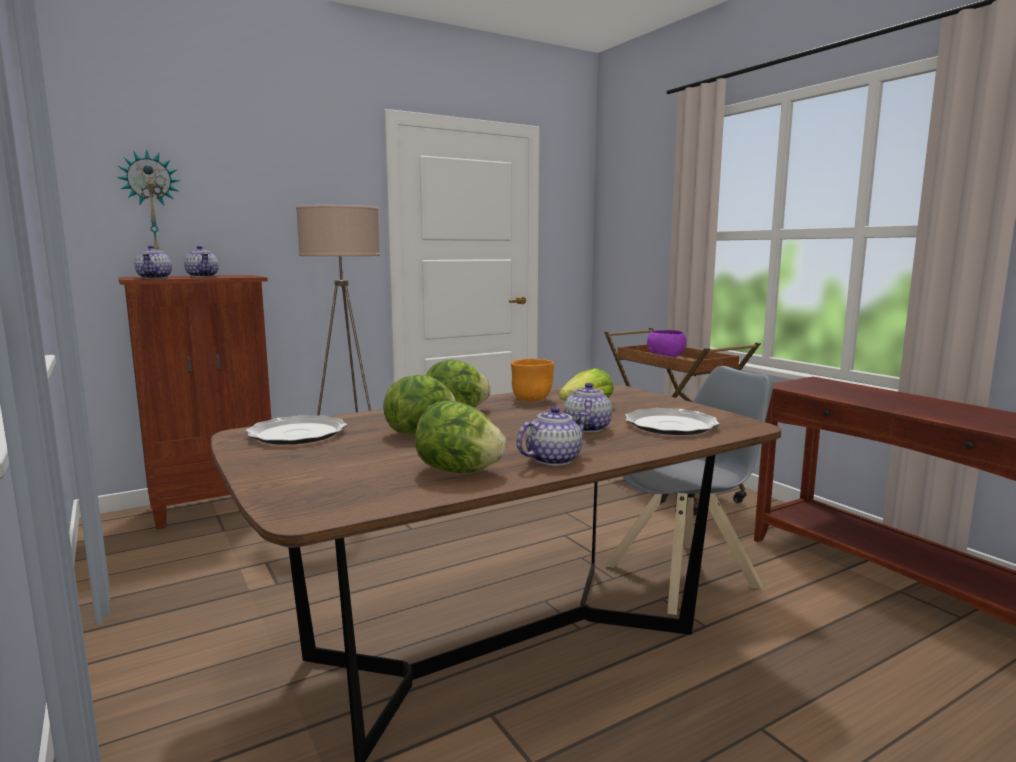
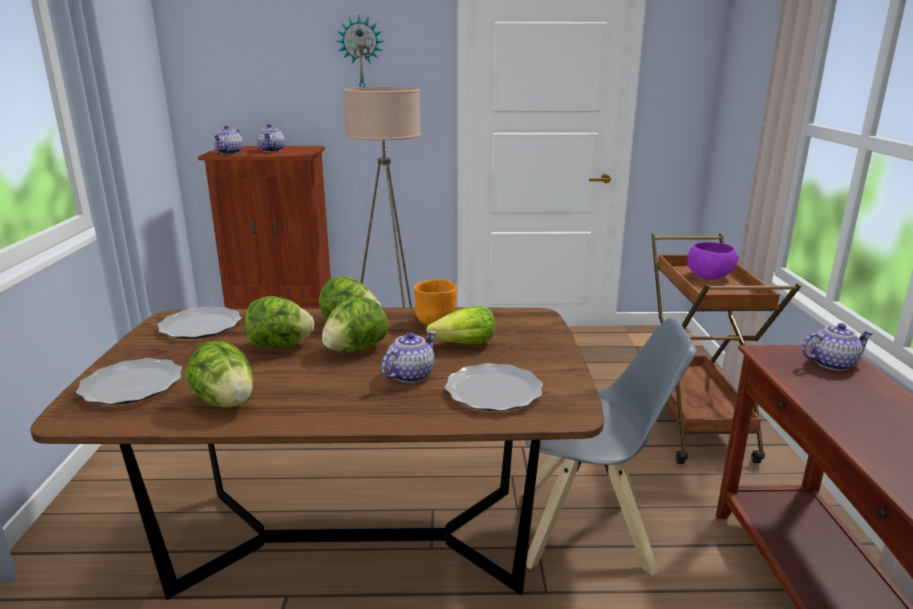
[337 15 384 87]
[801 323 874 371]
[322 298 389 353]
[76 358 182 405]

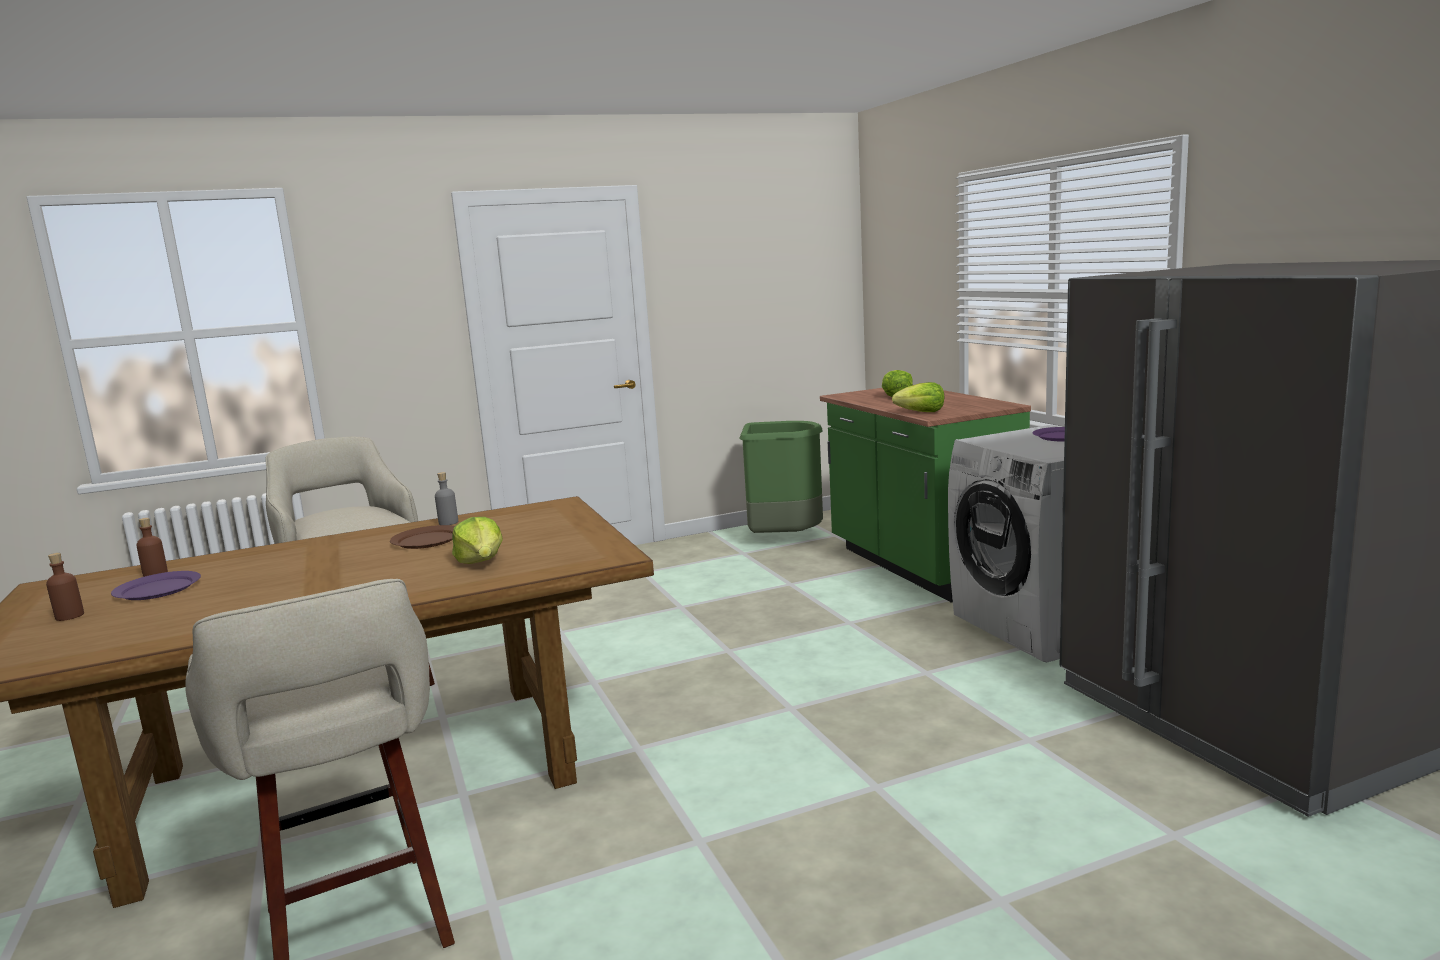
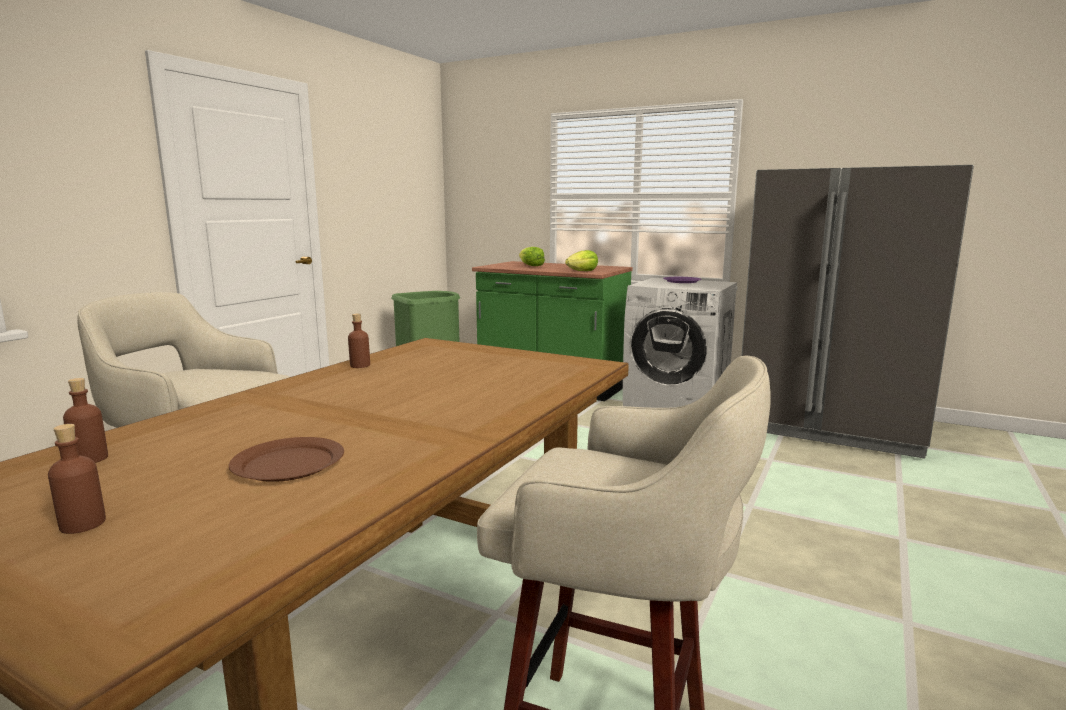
[348 314 370 368]
[452 517 503 564] (first image)
[229 437 344 482]
[111 571 201 600] (first image)

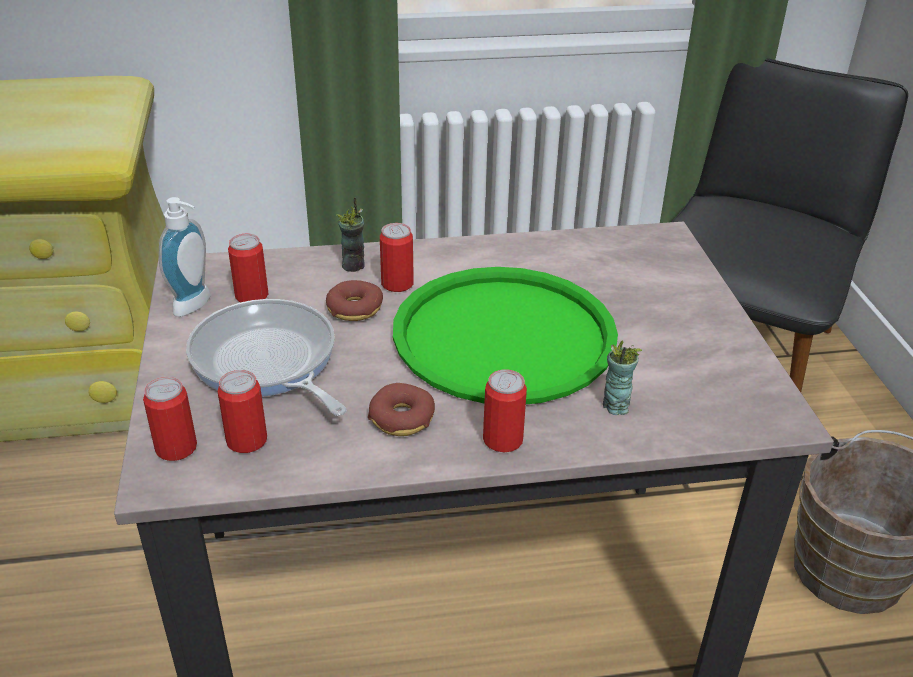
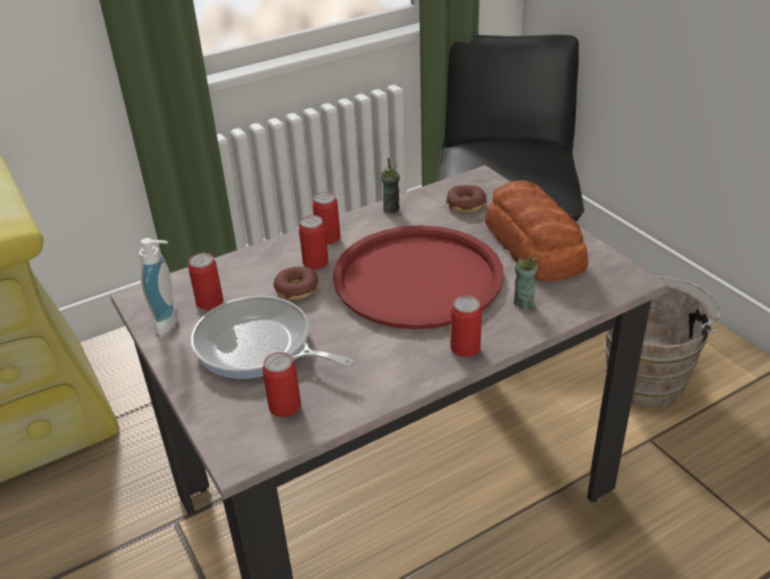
[380 158 400 214]
[333 225 504 329]
[313 192 341 244]
[446 185 487 213]
[485 180 588 282]

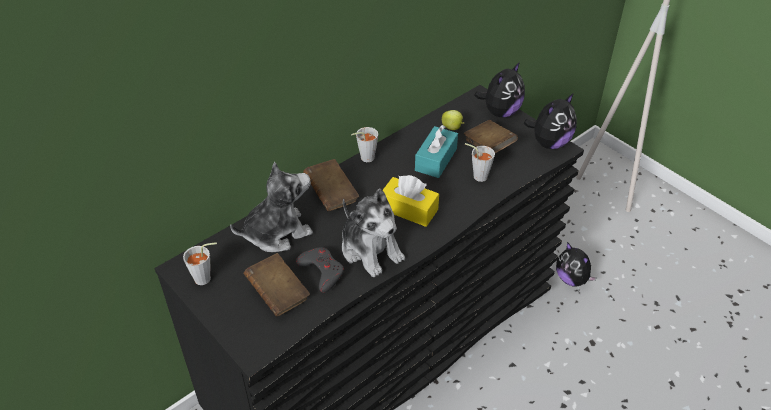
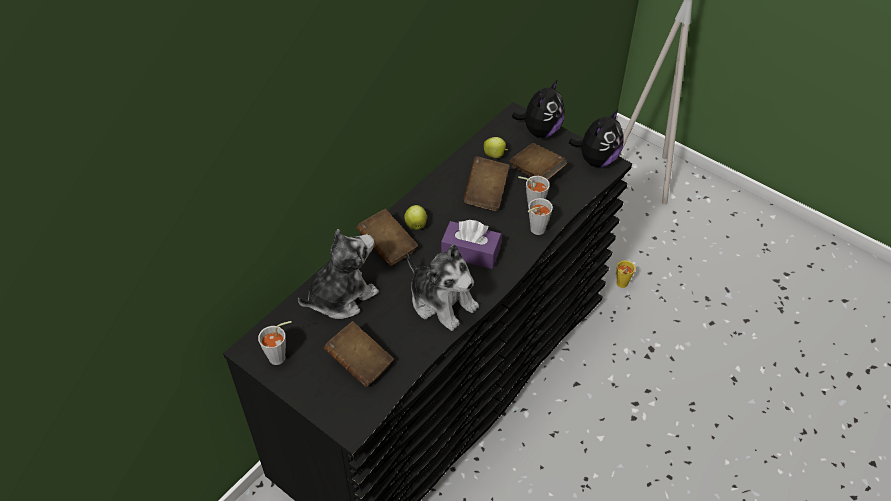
[463 157 510 211]
[528 198 553 235]
[441 220 501 269]
[616 260 635 288]
[296 247 344 293] (first image)
[404 205 427 230]

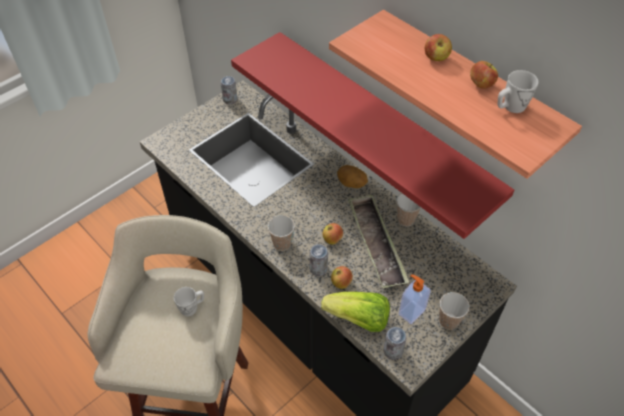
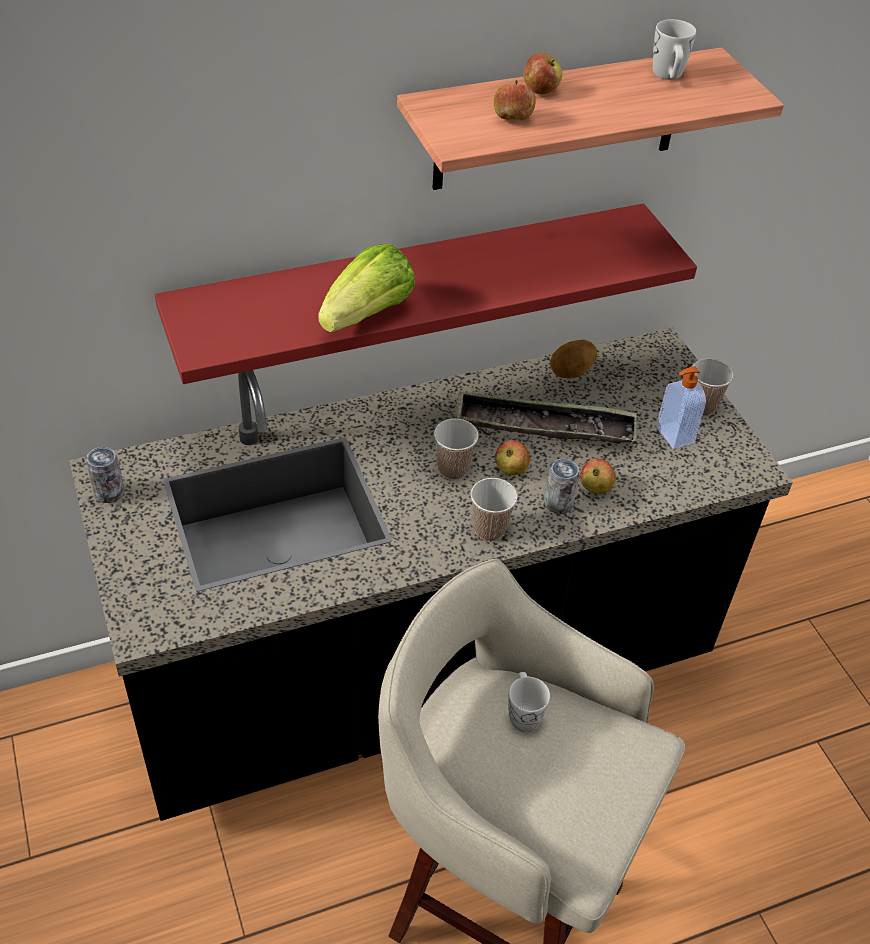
[494 80 536 120]
[550 340 597 378]
[434 419 479 480]
[318 244 415 332]
[383 327 406 360] (first image)

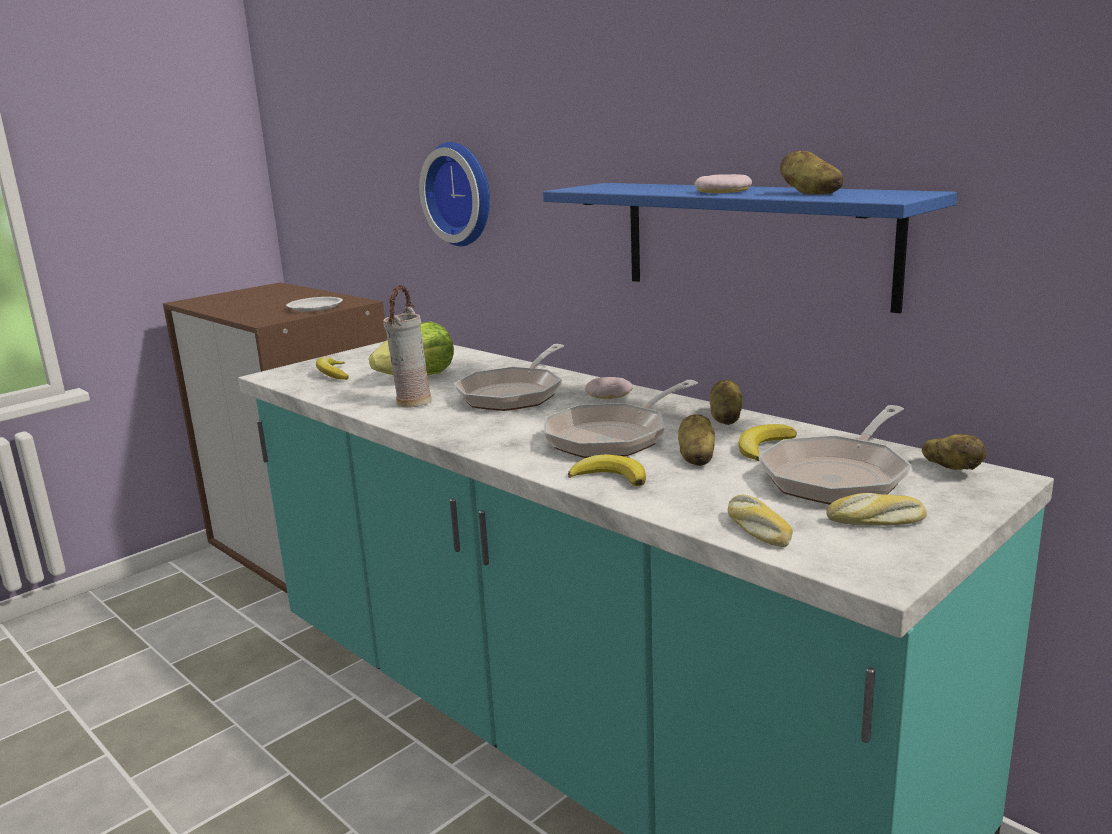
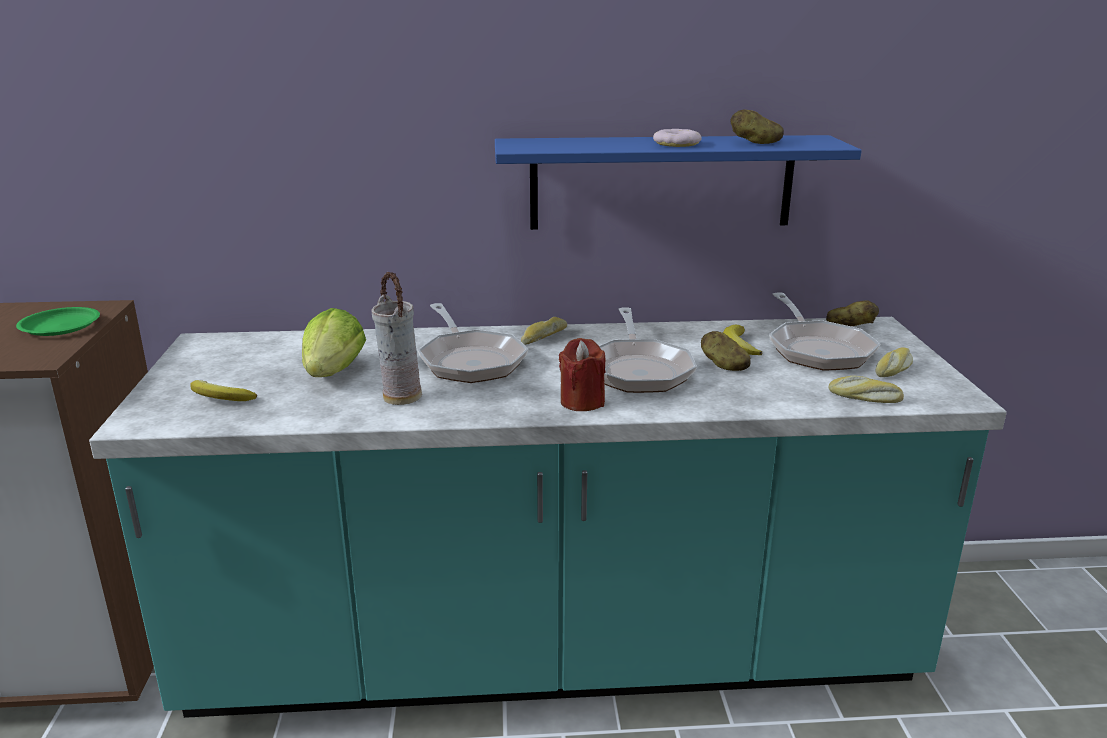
[419 142 490 246] (first image)
[16 307 100 336]
[521 317 567 345]
[710 380 742 425] (first image)
[568 454 646 486] (first image)
[559 338 606 411]

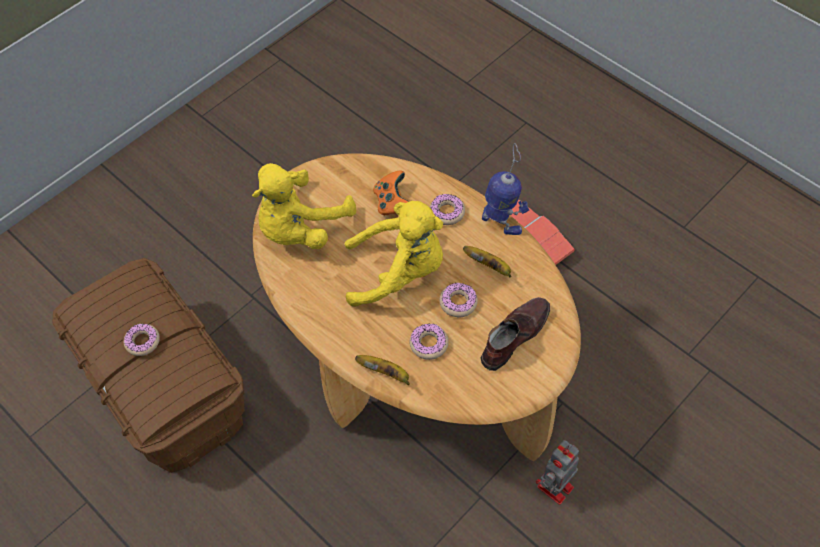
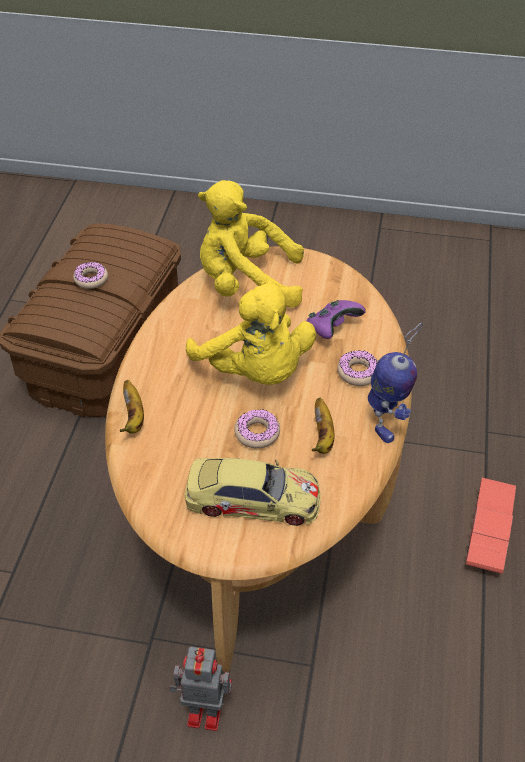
[306 300 366 339]
[185 458 321 526]
[410 324 449 360] (first image)

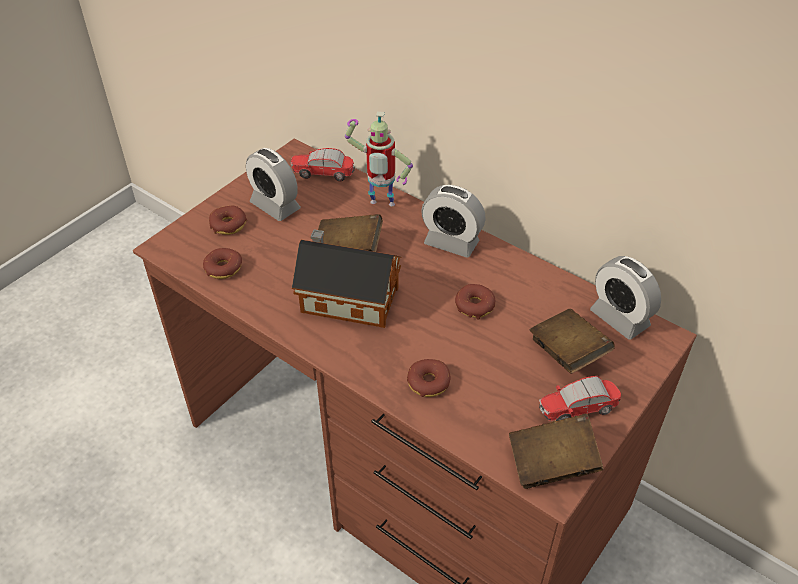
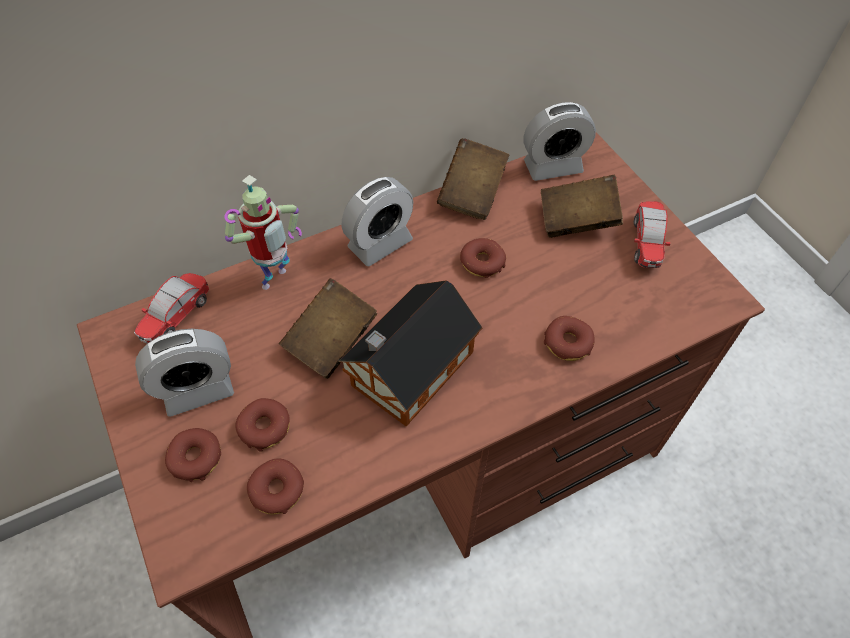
[437 138 509 220]
[235 398 290 452]

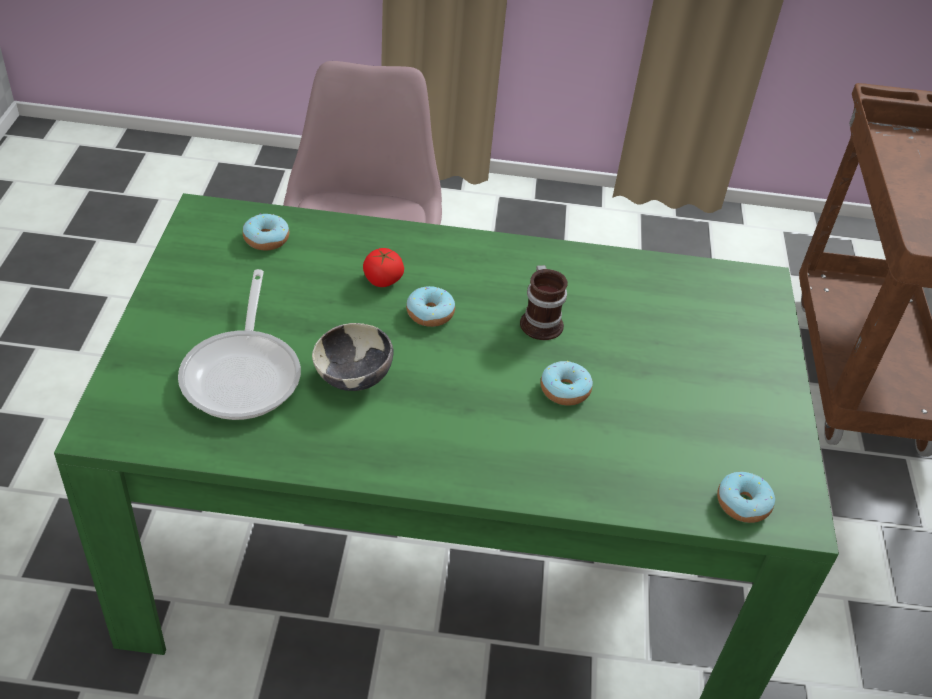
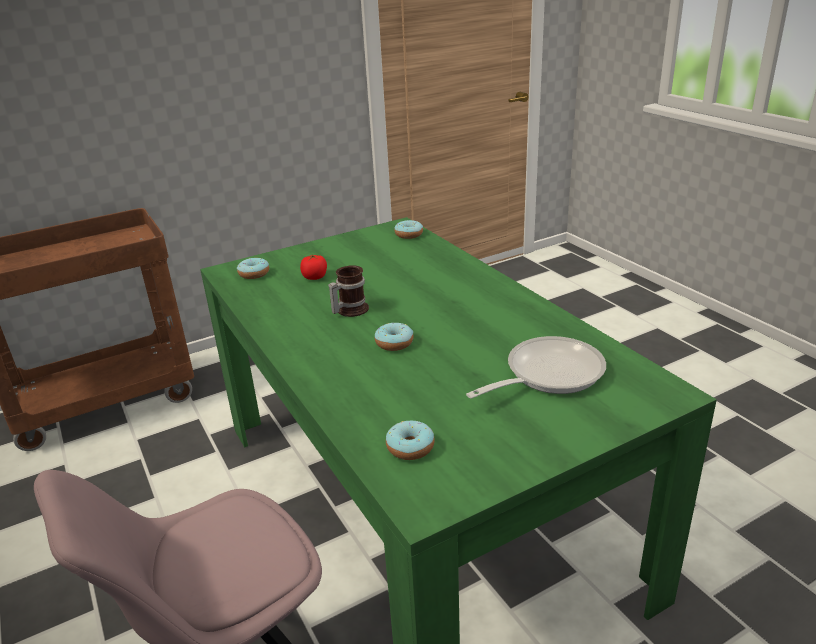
[300 254 327 280]
[312 323 393 391] (first image)
[237 258 269 279]

